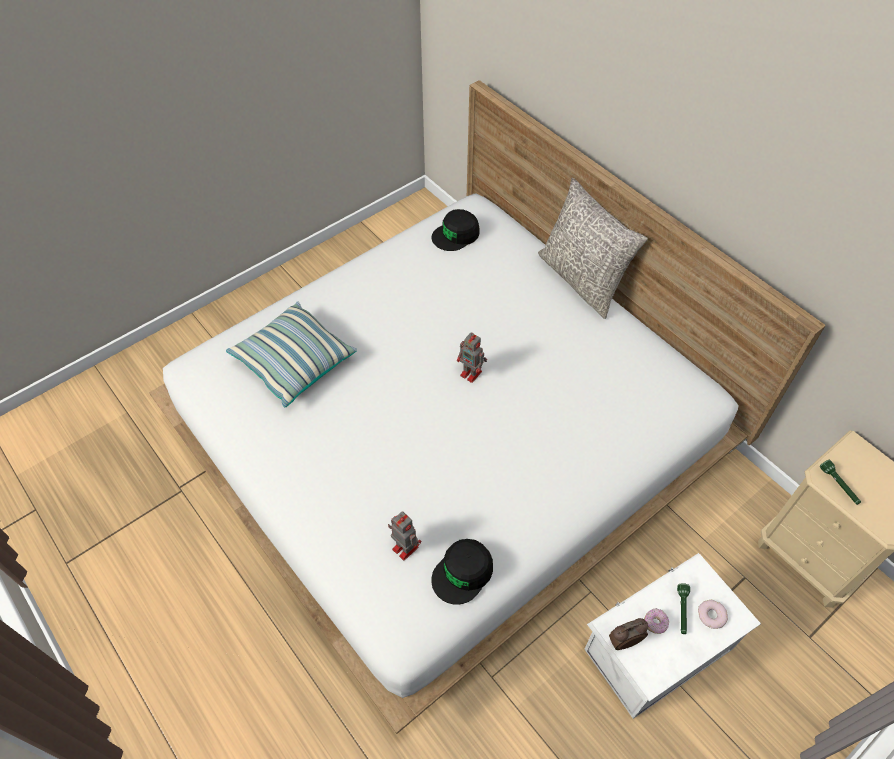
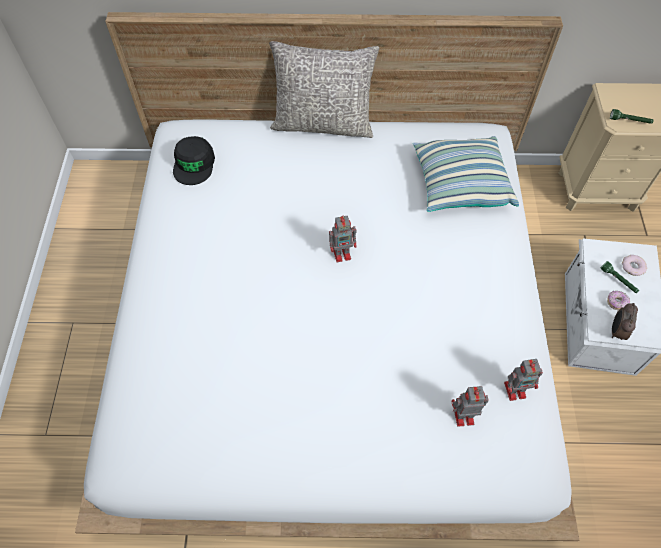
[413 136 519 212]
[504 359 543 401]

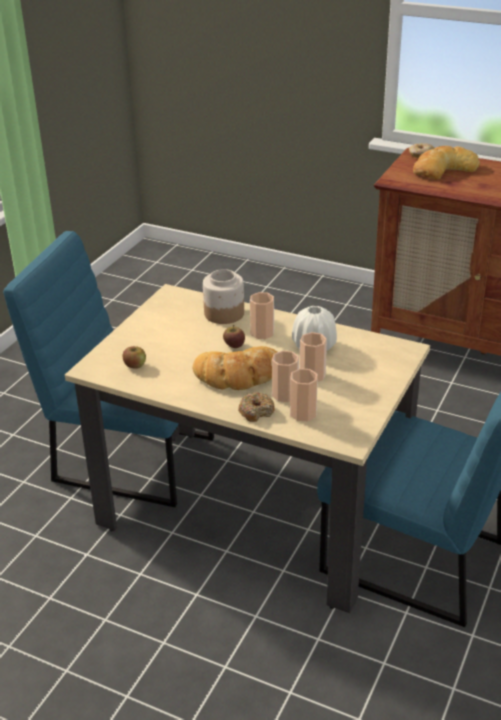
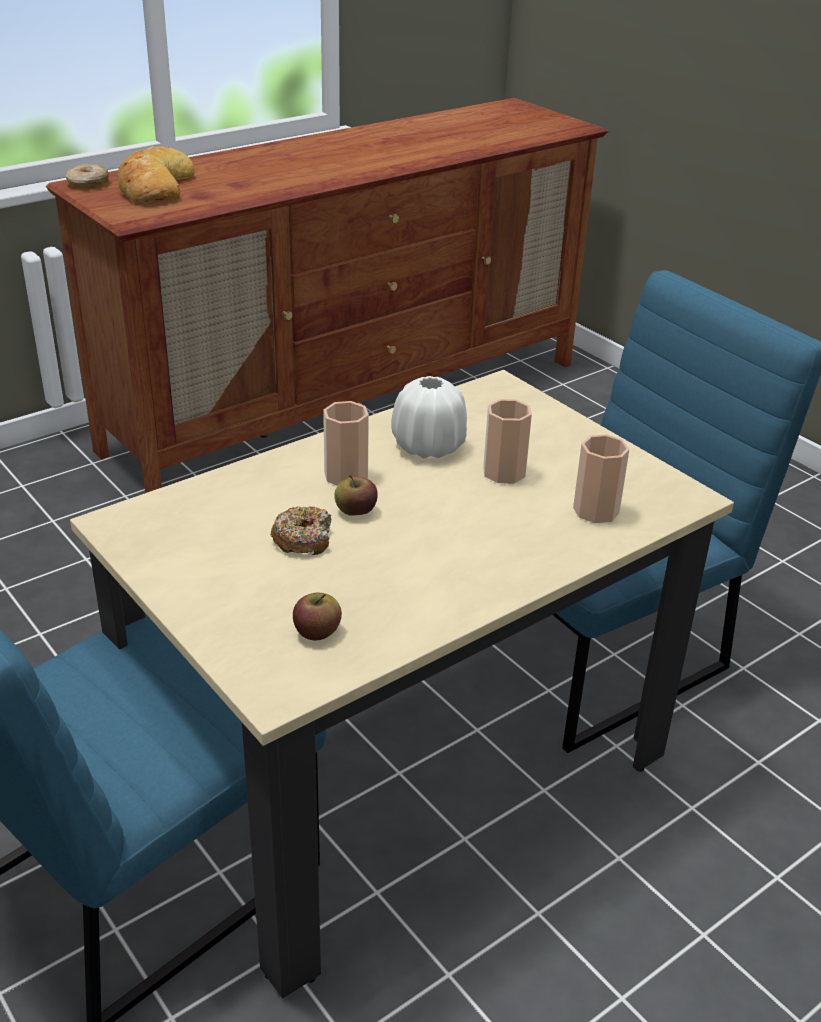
[203 269 244 324] (first image)
[192 346 277 390] (first image)
[272 351 299 402] (first image)
[271 506 332 555]

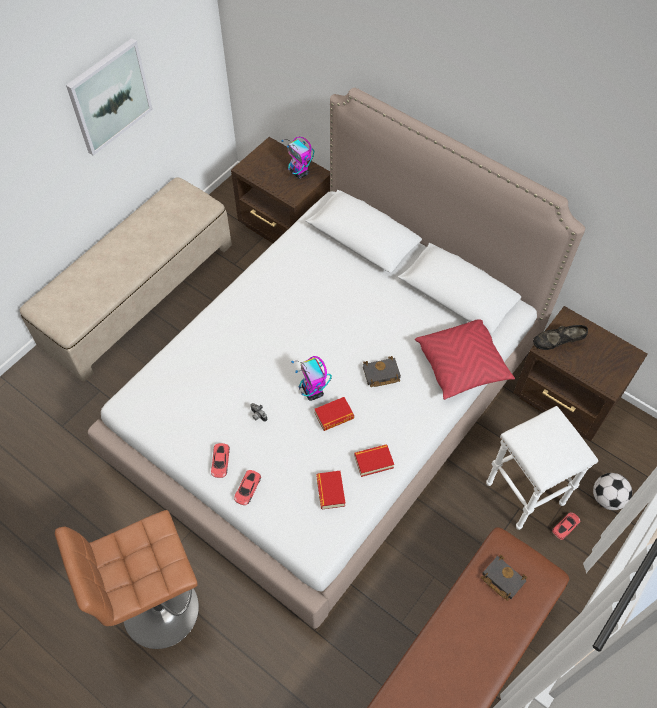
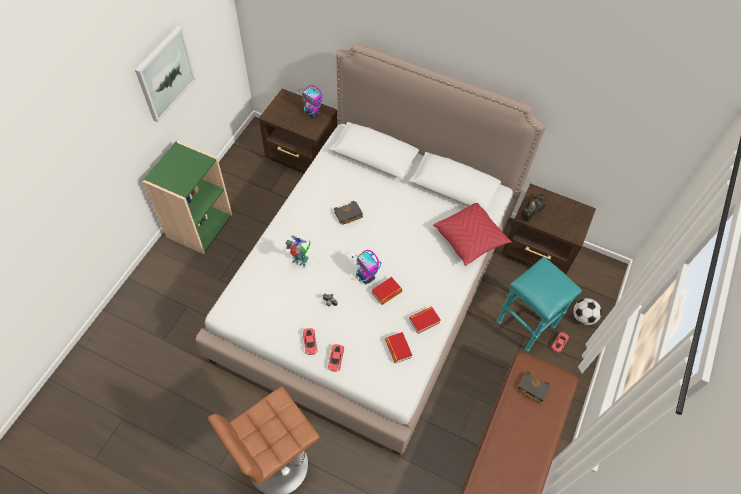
[142 140 232 254]
[522 194 546 222]
[334 201 363 225]
[497 257 582 352]
[286 236 310 267]

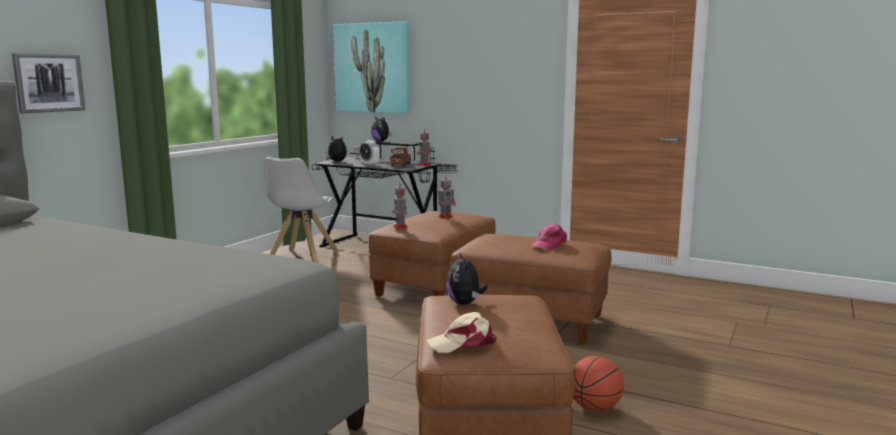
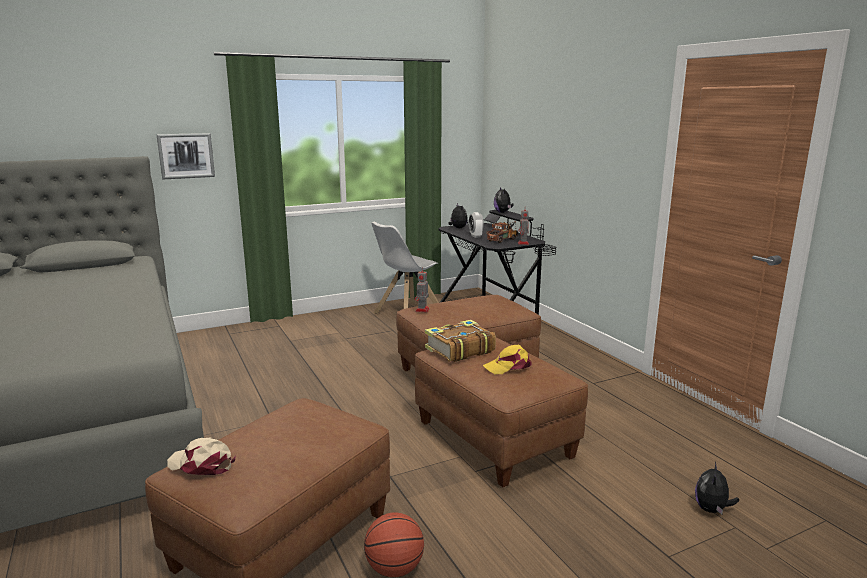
[333 21 410 114] (first image)
[438 175 456 219] (first image)
[483 345 531 374]
[695 462 739 514]
[425 320 496 362]

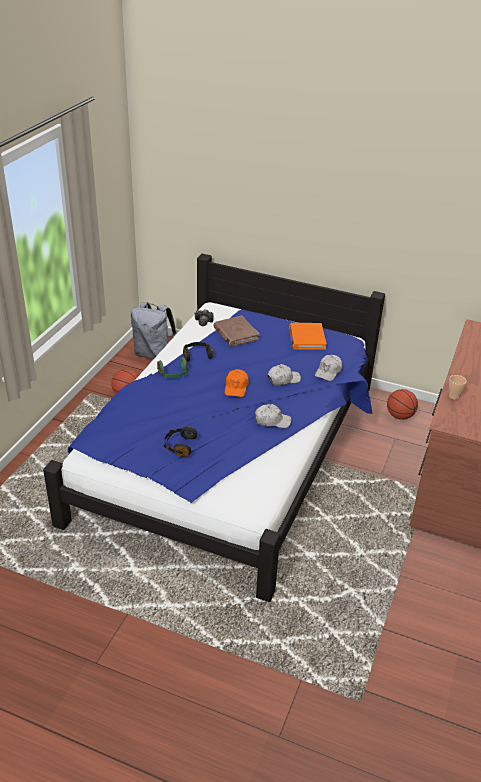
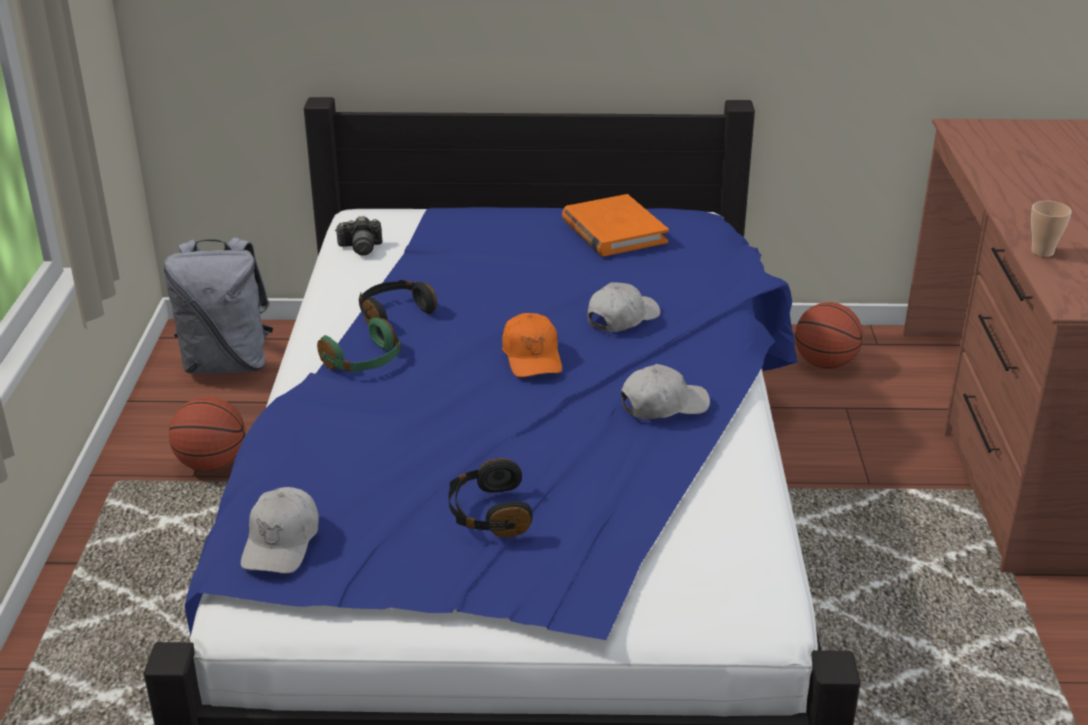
[213 316 260 347] (first image)
[241 487 319 574]

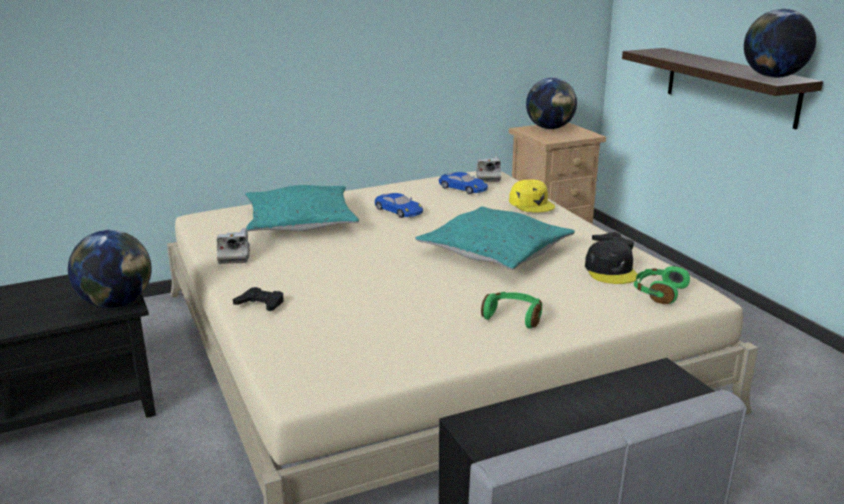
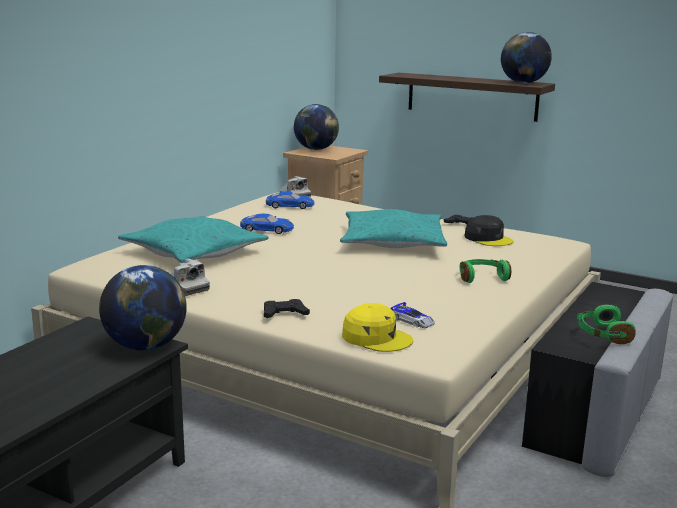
[342 303 413 352]
[577 304 636 344]
[391 302 435 328]

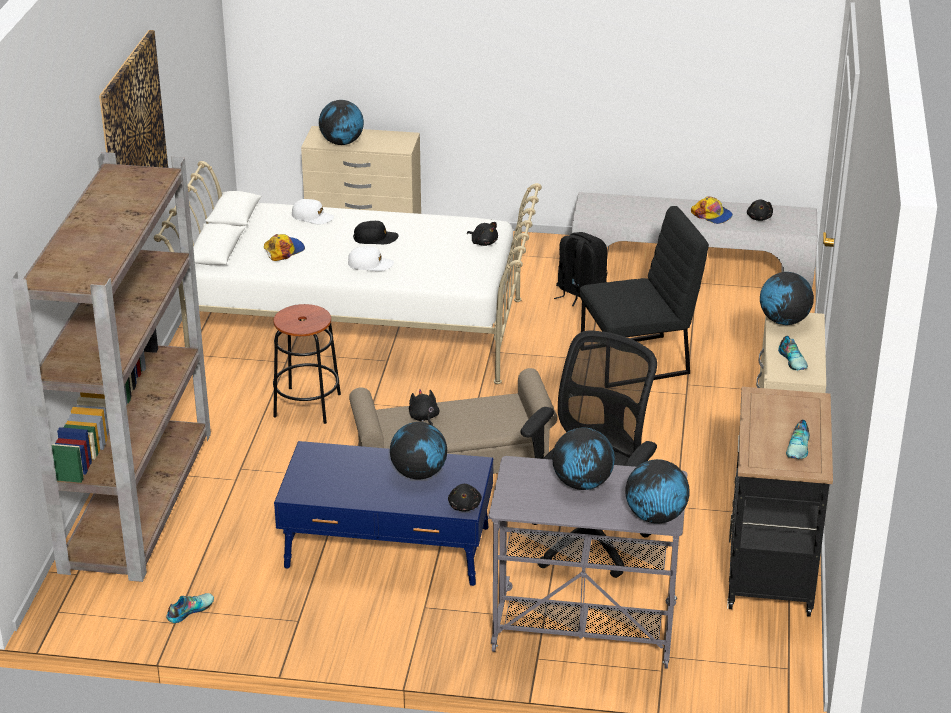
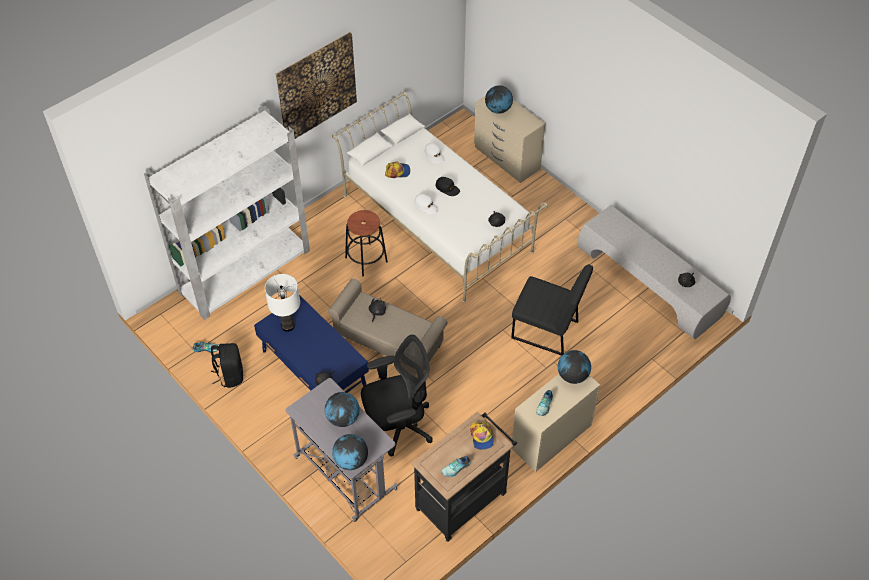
[144 105 310 320]
[470 421 494 450]
[211 343 243 388]
[390 422 447 480] (first image)
[265 274 300 332]

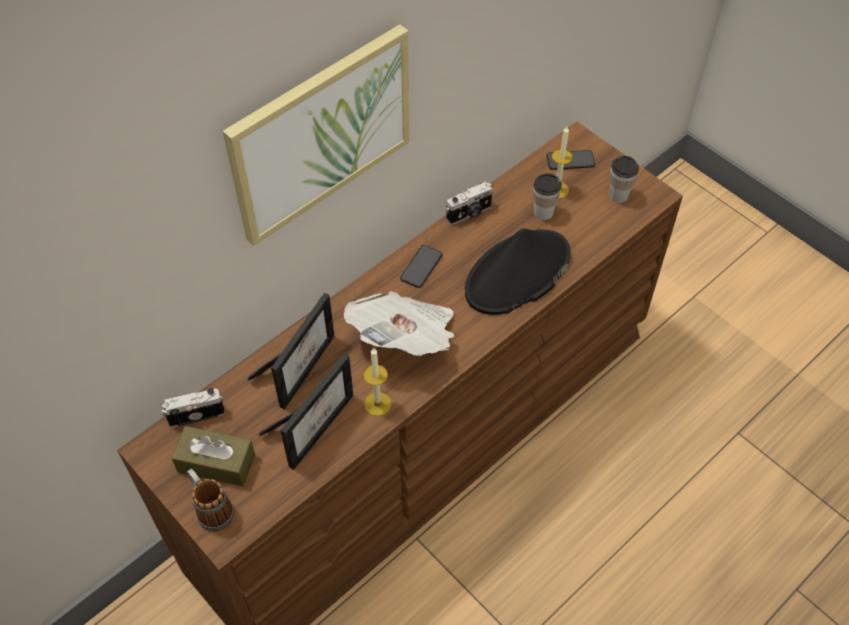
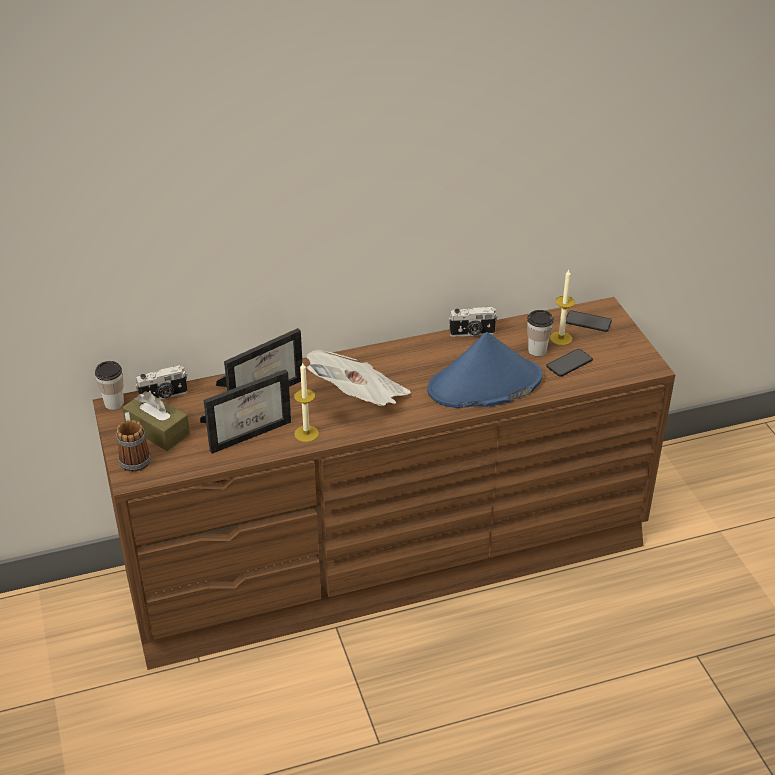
[223 24 410 246] (first image)
[95 361 124 410]
[427 332 542 408]
[546 349 593 377]
[135 365 188 400]

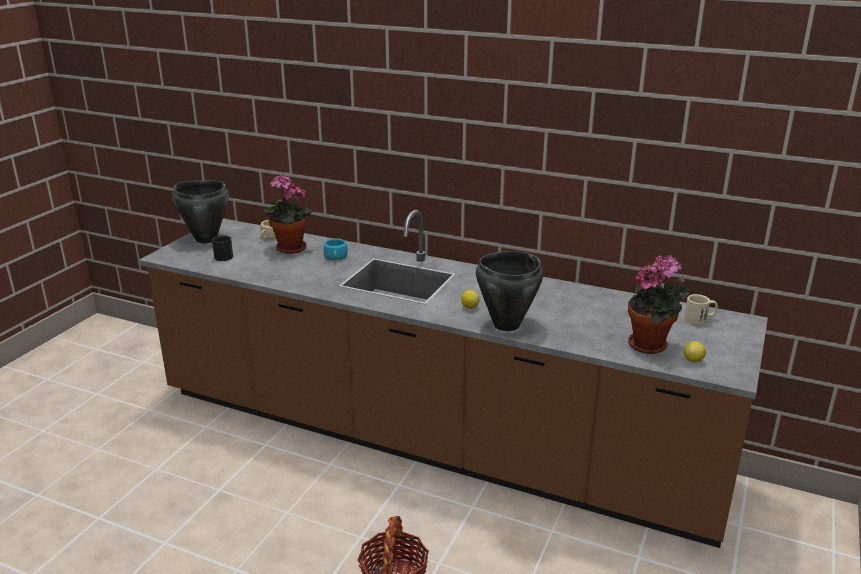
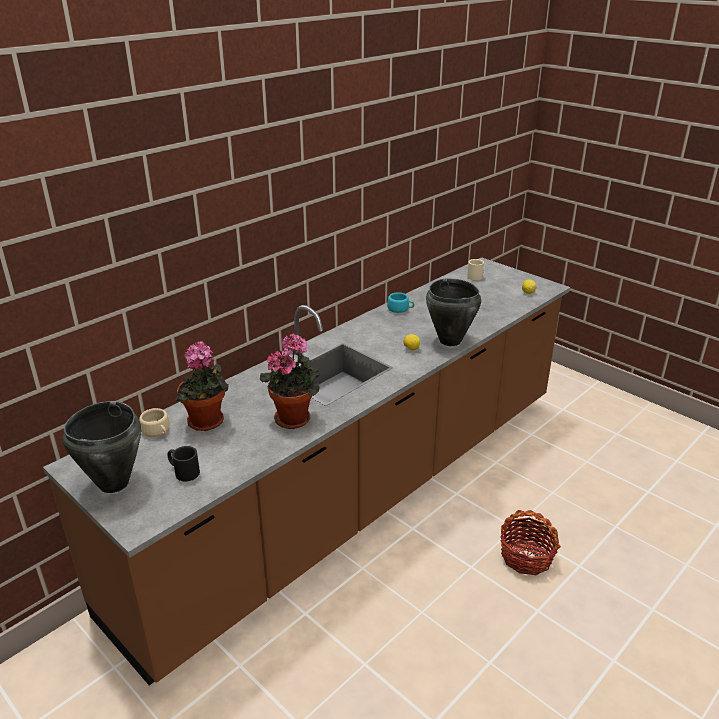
[387 292 415 313]
[260 334 320 429]

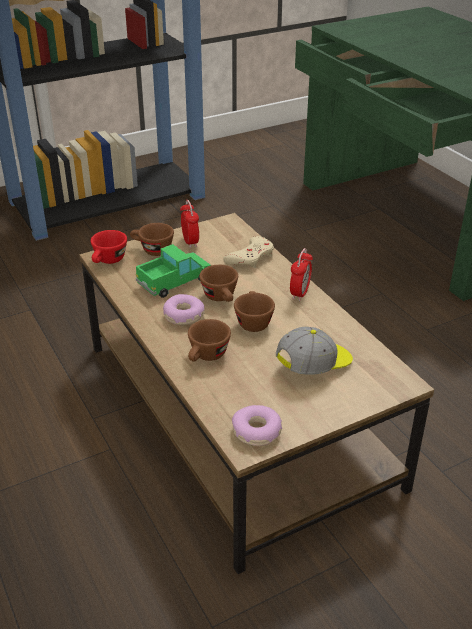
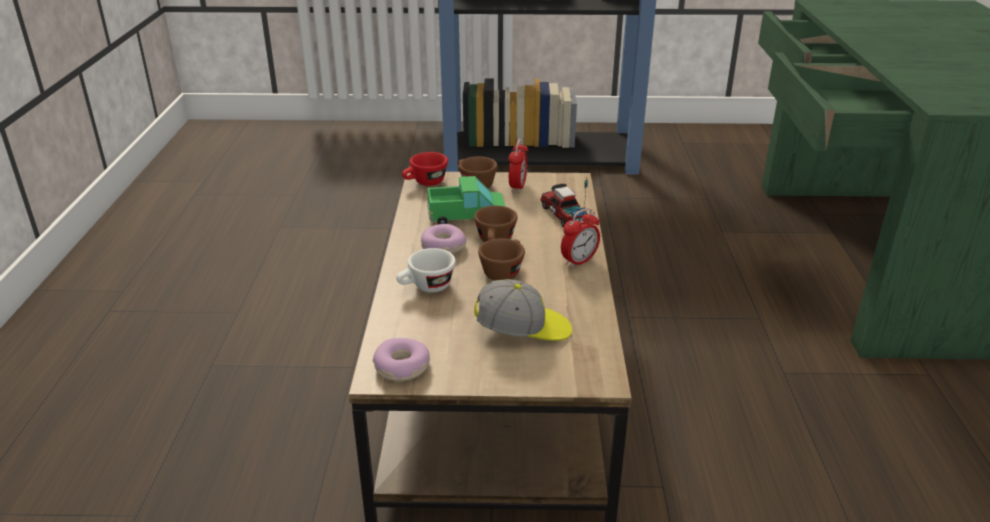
[540 177 588 227]
[396 248 455 292]

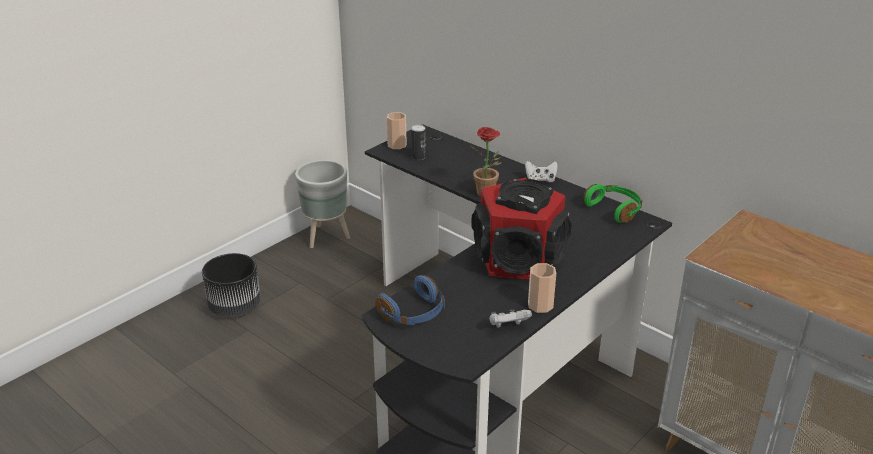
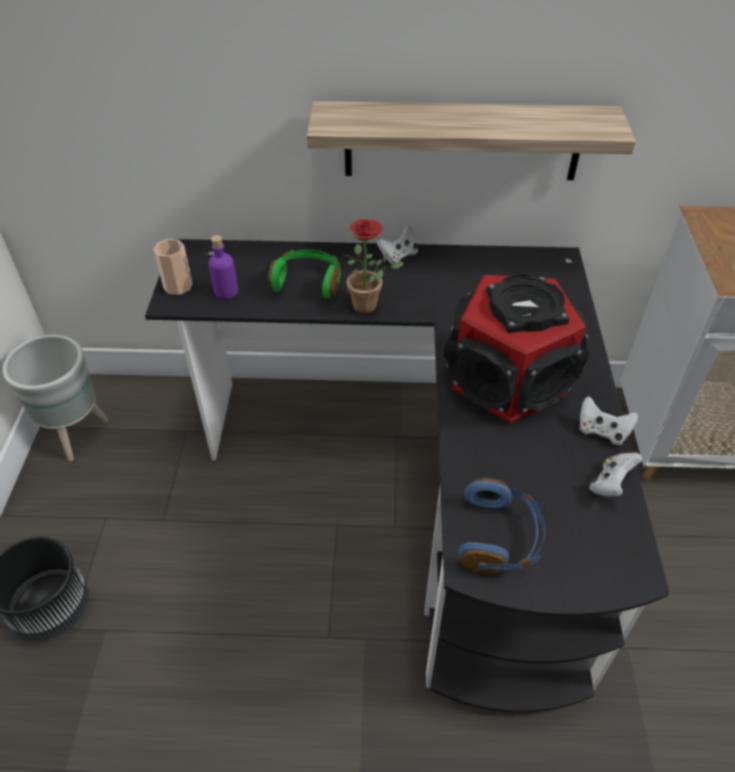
[208 235 238 299]
[268 249 341 299]
[579 396 638 445]
[307 101 636 180]

